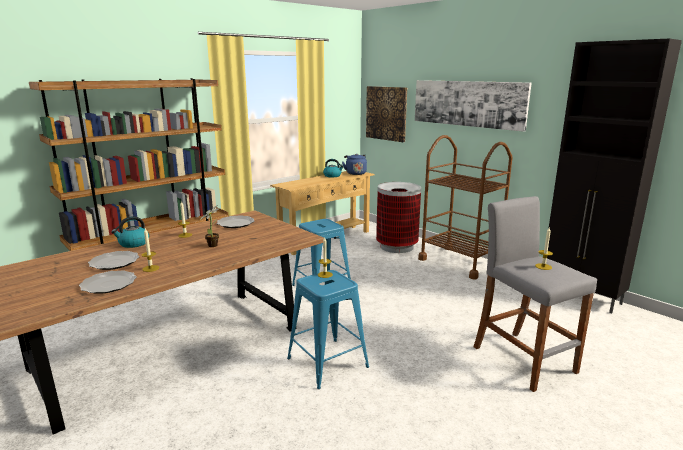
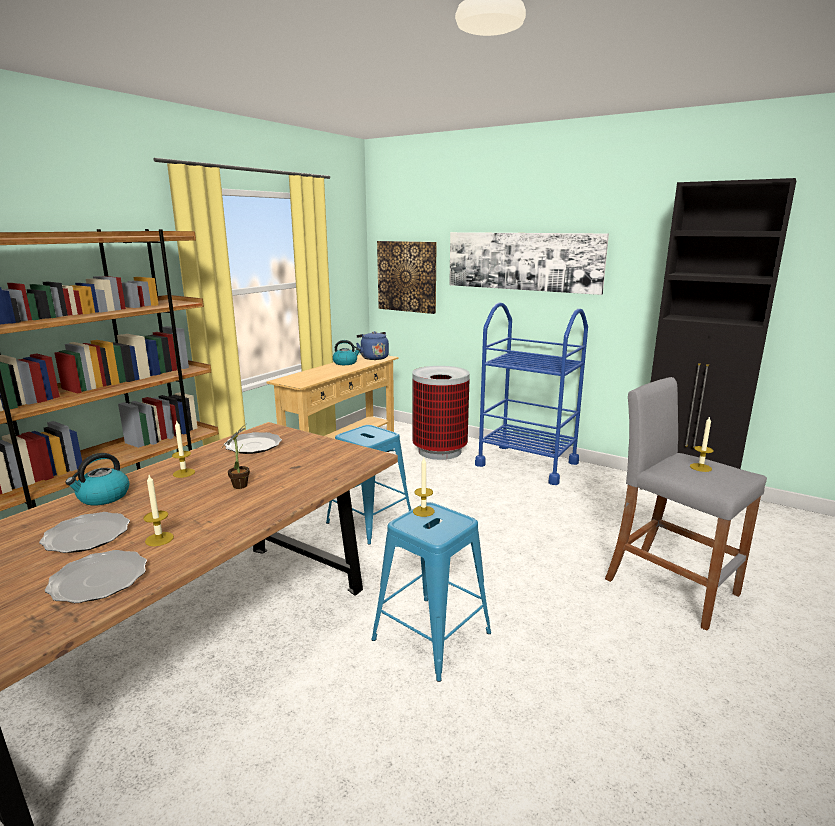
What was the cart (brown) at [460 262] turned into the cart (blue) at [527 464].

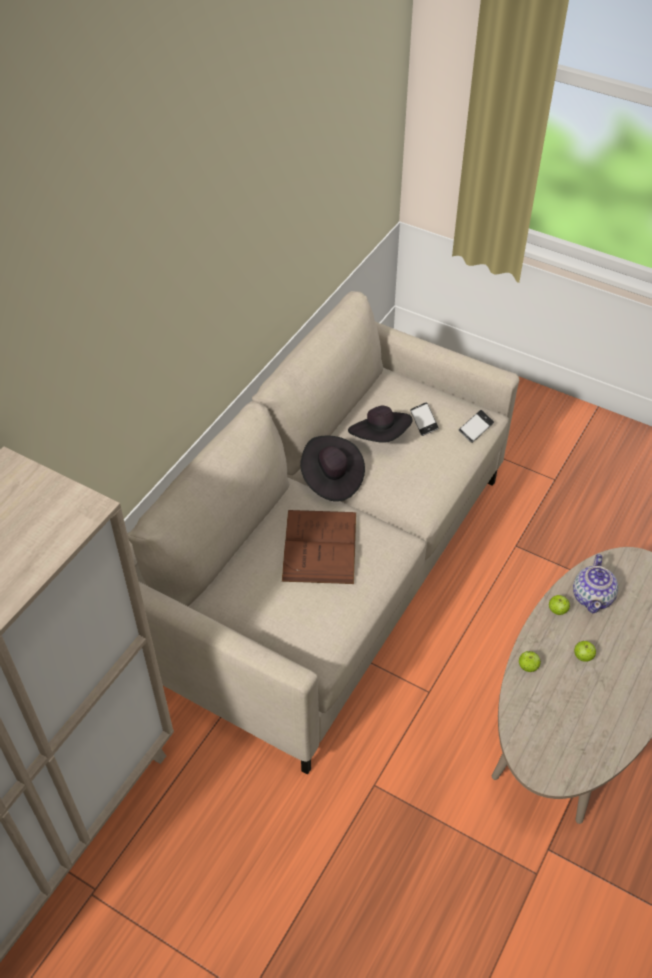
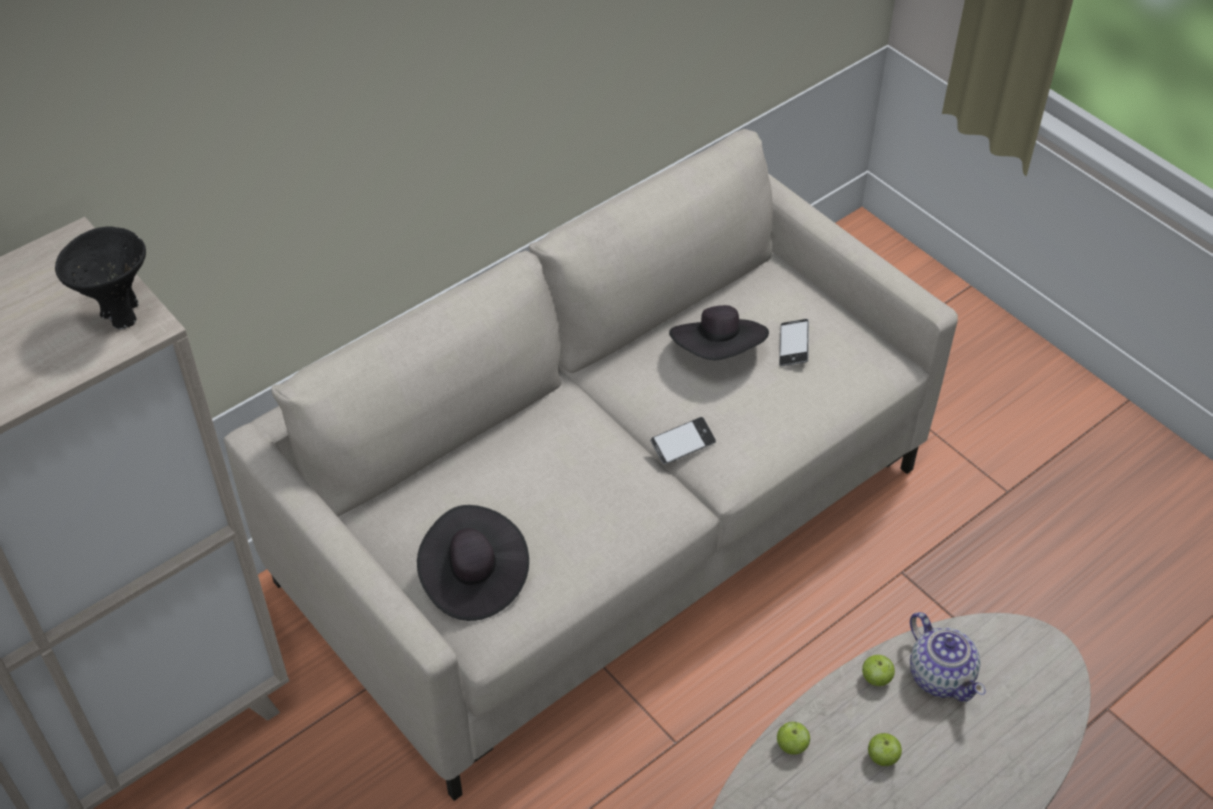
The second view lost the book (brown) at [320 546].
The second view gained the bowl (black) at [120 313].
The hat (black) ended up elsewhere, having gone from [331 479] to [473 578].
The phone ended up elsewhere, having gone from [475 428] to [682 444].
The teapot at [592 596] ended up facing another way, 60 degrees counterclockwise from before.

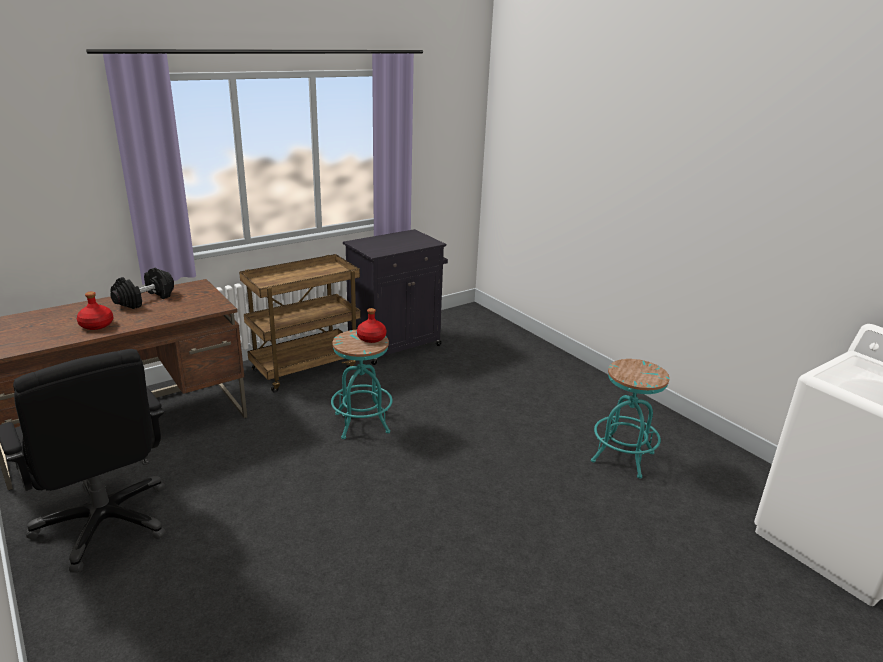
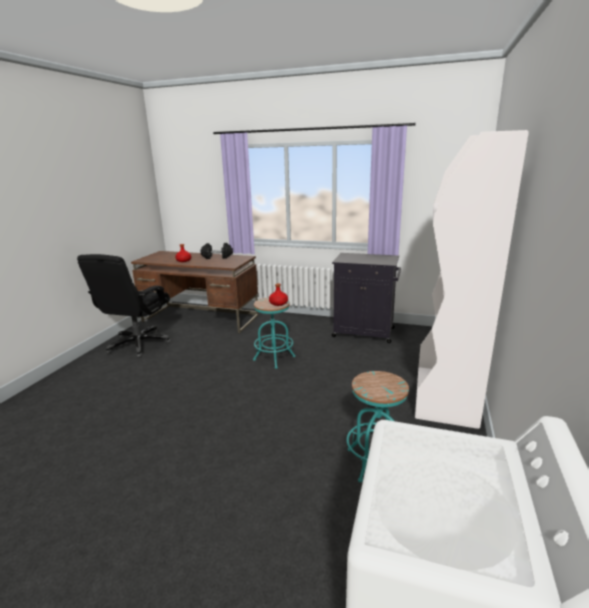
The second view lost the cart (brown) at [306 368].
The second view gained the bookcase (white) at [445 396].

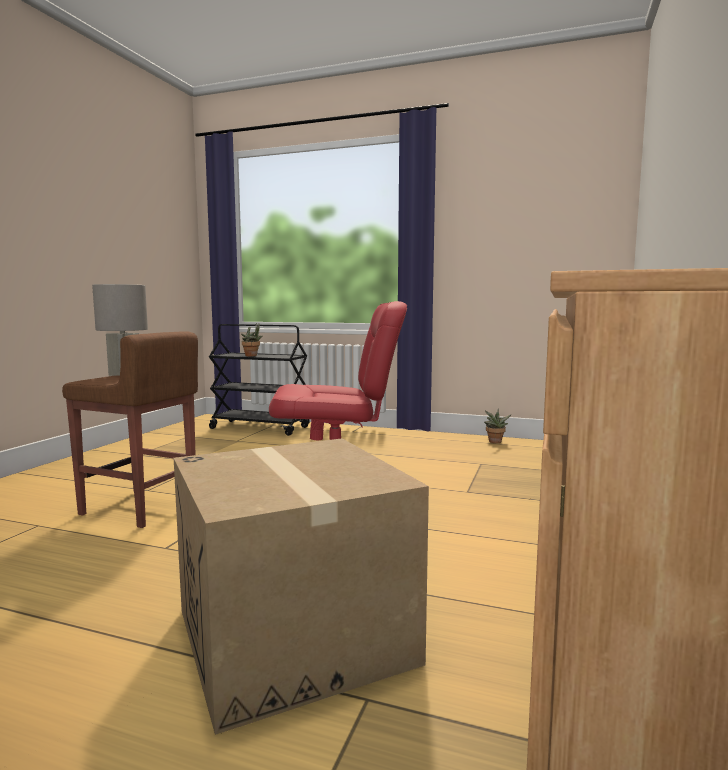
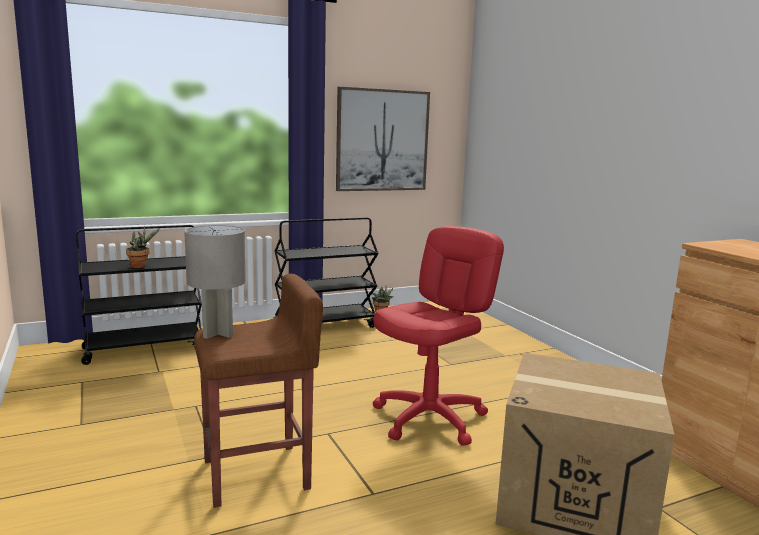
The second view gained the cart (black) at [325 326].
The second view gained the picture at [382 140].

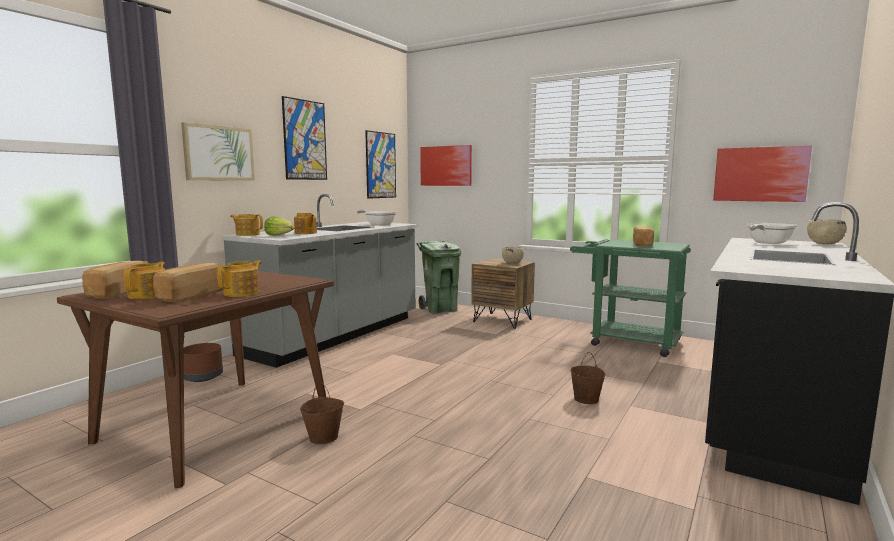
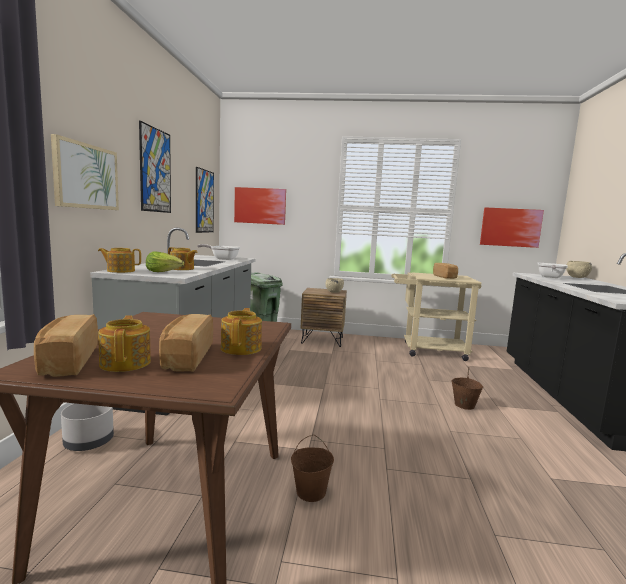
What was the planter (brown) at [203 377] turned into the planter (grey) at [89 442].
What was the cart (green) at [626 341] turned into the cart (beige) at [427 350].

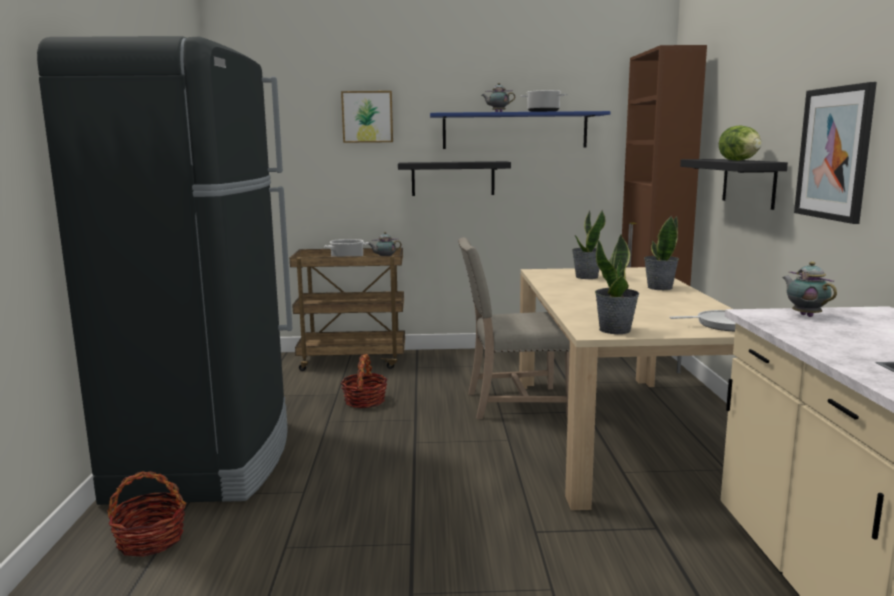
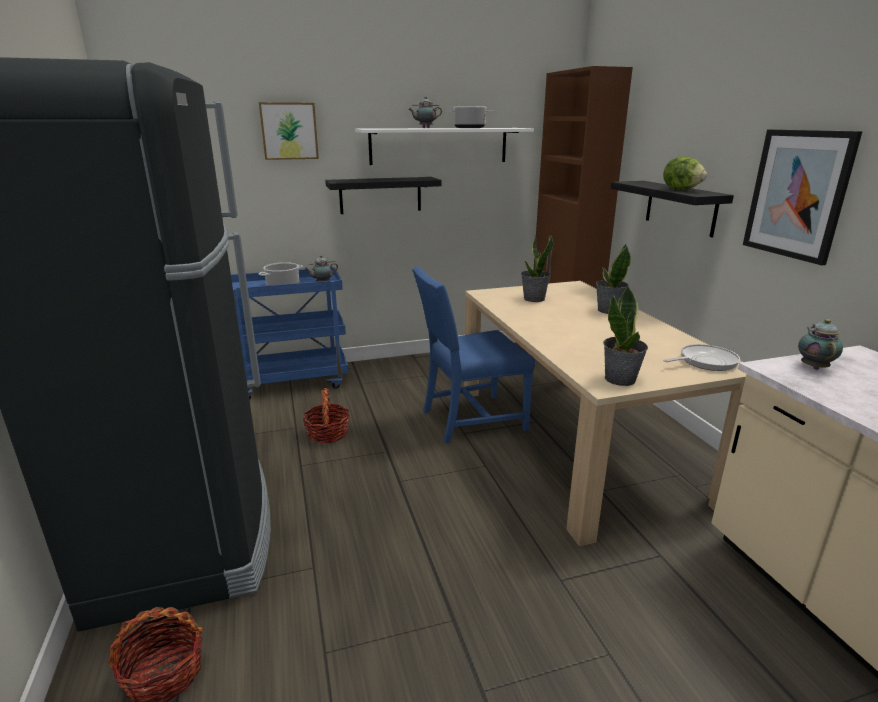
What was the cart (brown) at [353 361] turned into the cart (blue) at [295 382].
What was the shelf (blue) at [515 131] turned into the shelf (white) at [439 146].
What was the chair (beige) at [513 404] turned into the chair (blue) at [470 419].
The teapot at [805 315] ended up facing another way, 45 degrees clockwise from before.

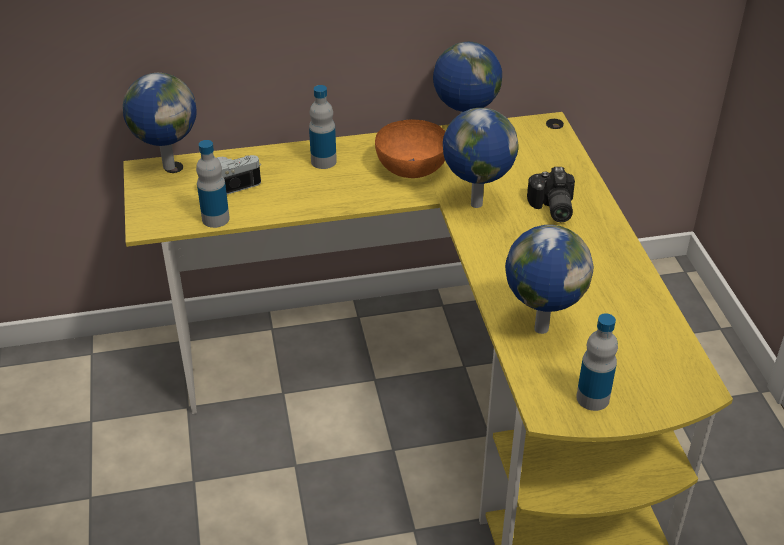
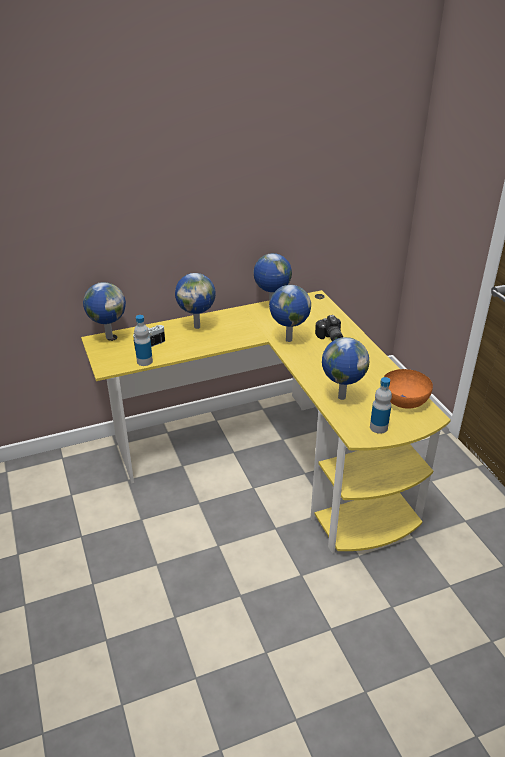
The bowl (orange) ended up elsewhere, having gone from [411 167] to [404 401].
Where the bottle stood at [323 161], the globe came to stand at [197 326].

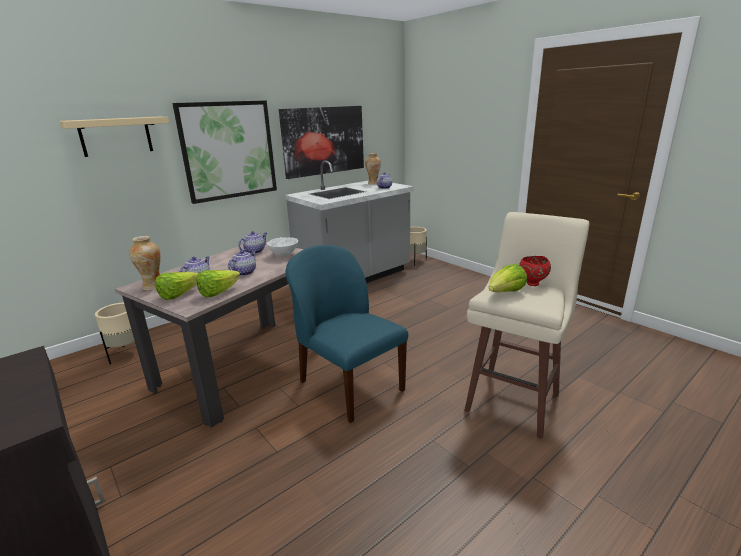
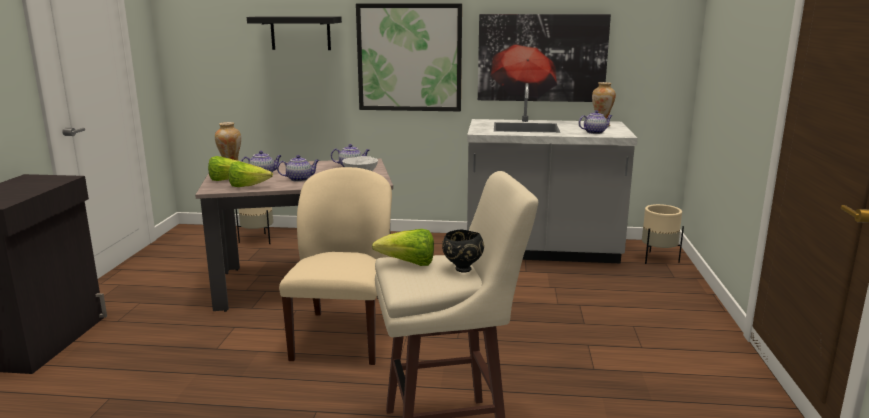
What was the shelf (beige) at [116 136] turned into the shelf (black) at [300 33].
What was the chair (blue) at [349 385] turned into the chair (beige) at [343 336].
What was the bowl (red) at [532 284] turned into the bowl (black) at [462 269].

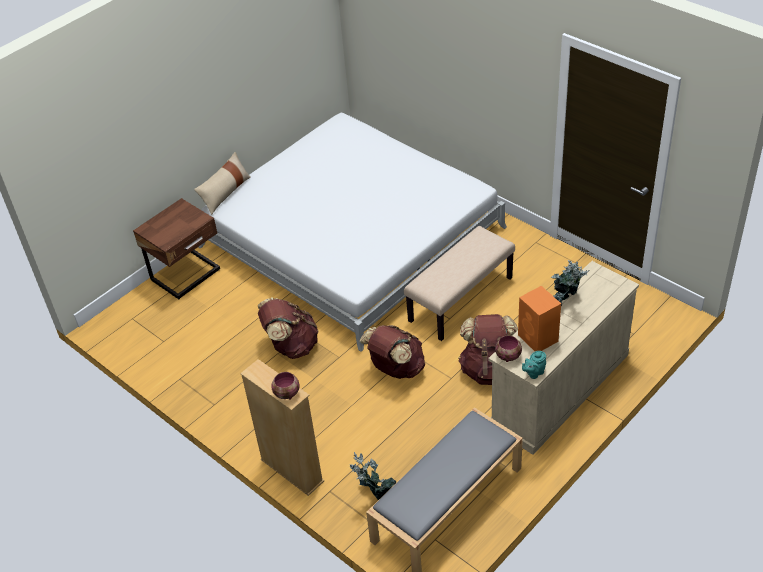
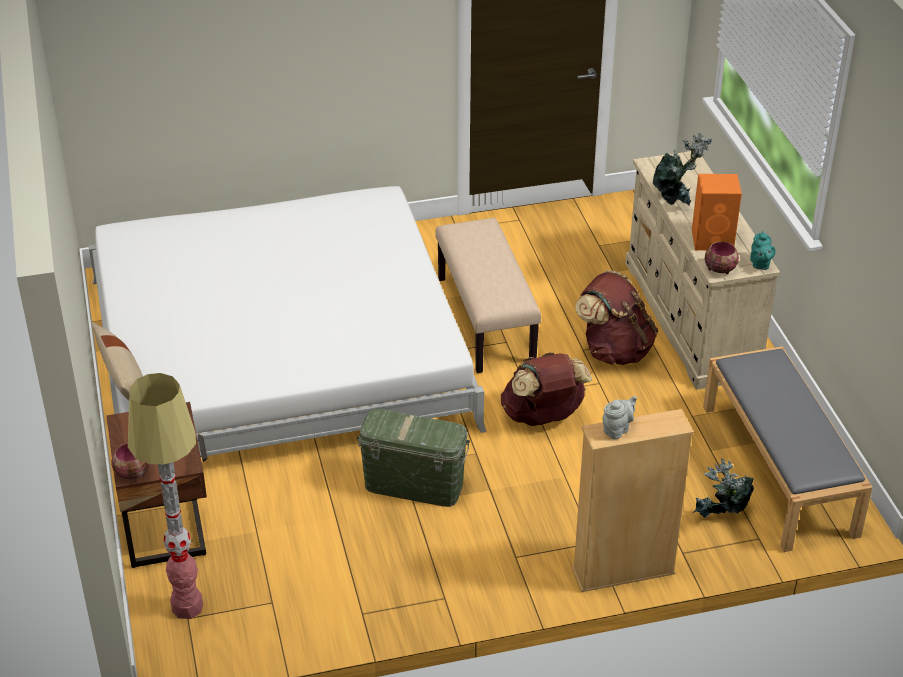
The second view gained the floor lamp at [187 607].
The second view gained the teapot (grey) at [617 429].
The bowl ended up elsewhere, having gone from [287 394] to [133 473].
Where the backpack (brown) stood at [291 346], the storage box (green) came to stand at [413 485].

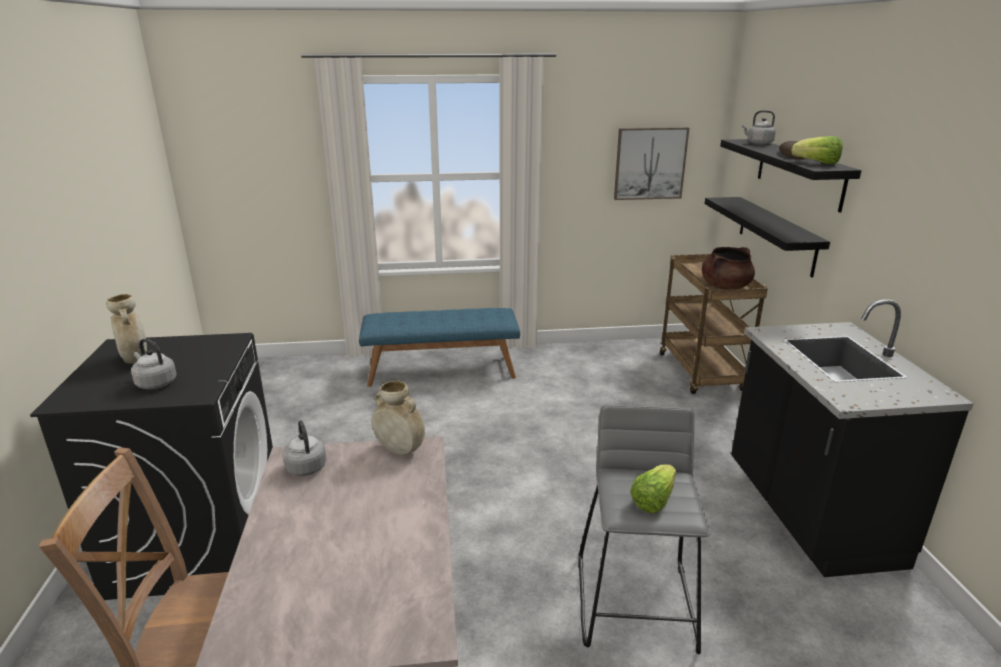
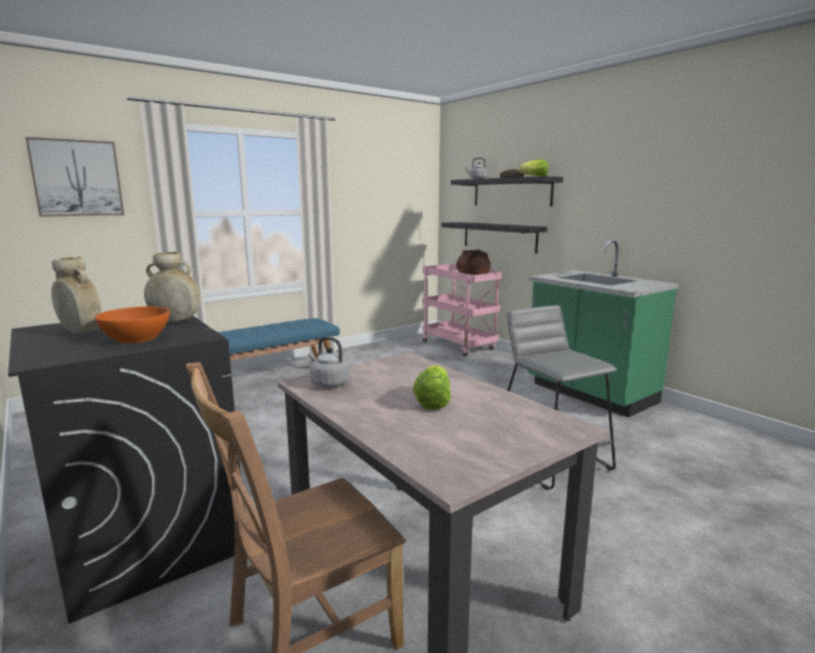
The vase (beige) ended up elsewhere, having gone from [400 450] to [176 321].
The picture ended up elsewhere, having gone from [650 163] to [77 178].
The lettuce ended up elsewhere, having gone from [653 500] to [433 401].
Where the kettle (grey) stood at [155 383], the bowl (orange) came to stand at [136 338].
What was the cart (brown) at [702 373] turned into the cart (pink) at [459 346].
What was the counter (black) at [808 515] turned into the counter (green) at [589 394].

